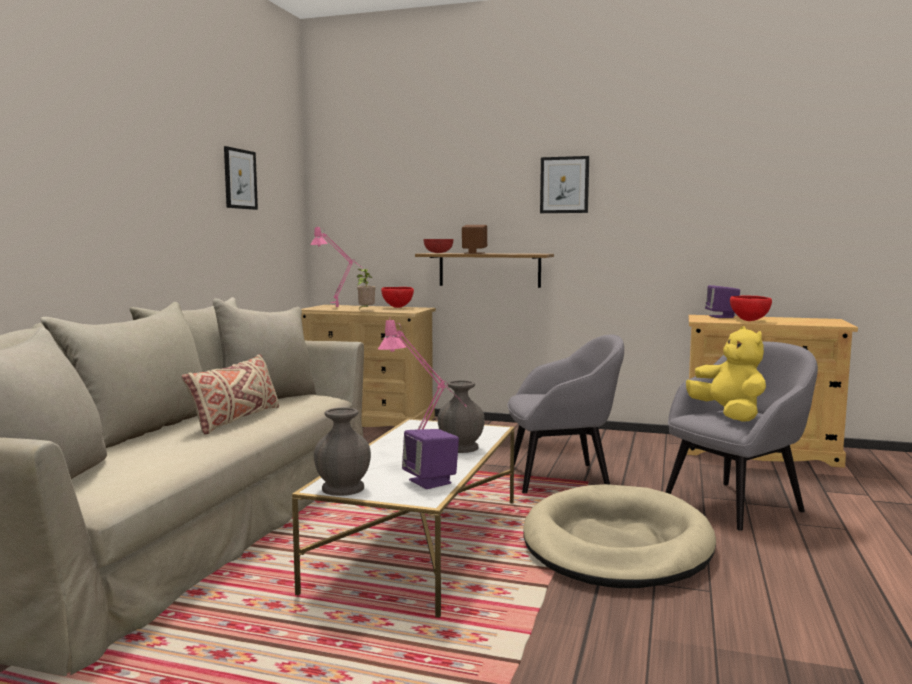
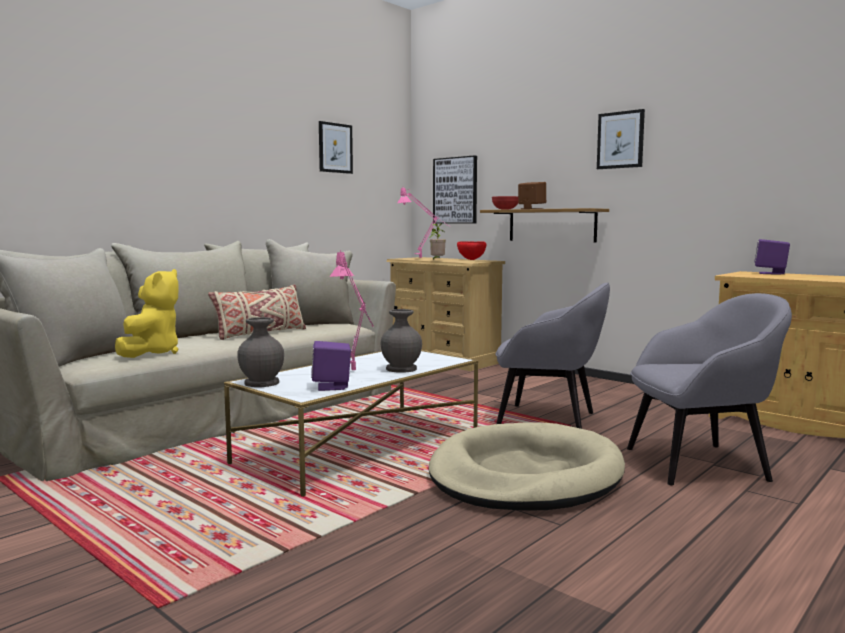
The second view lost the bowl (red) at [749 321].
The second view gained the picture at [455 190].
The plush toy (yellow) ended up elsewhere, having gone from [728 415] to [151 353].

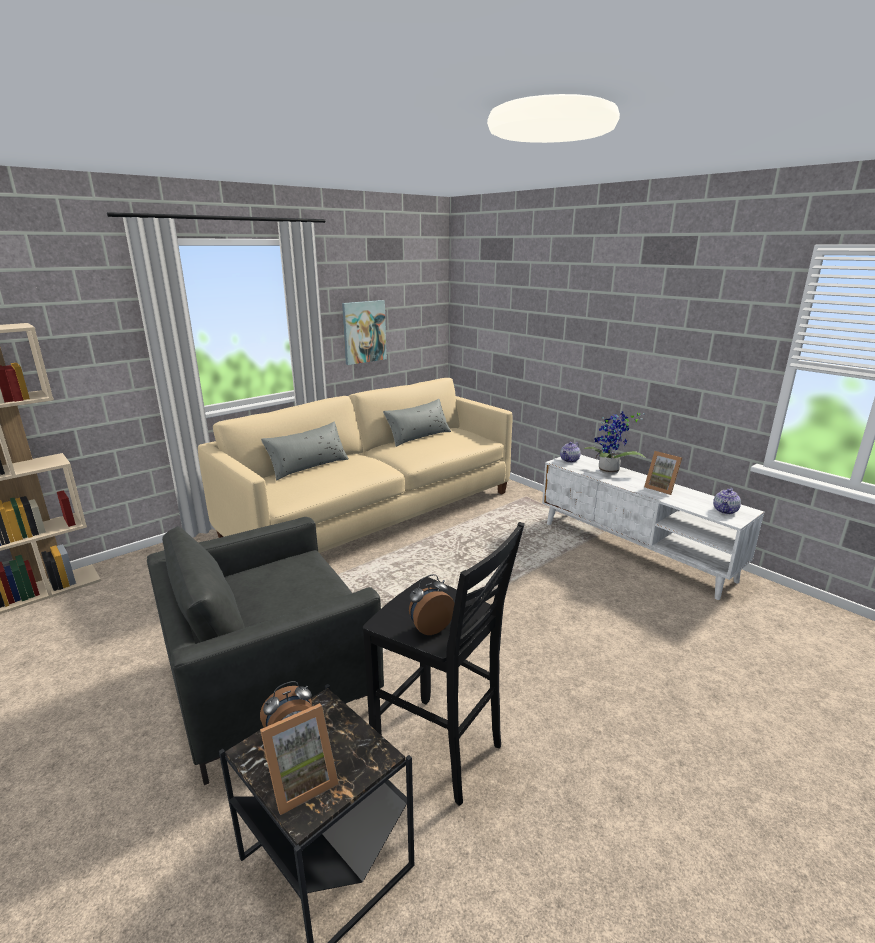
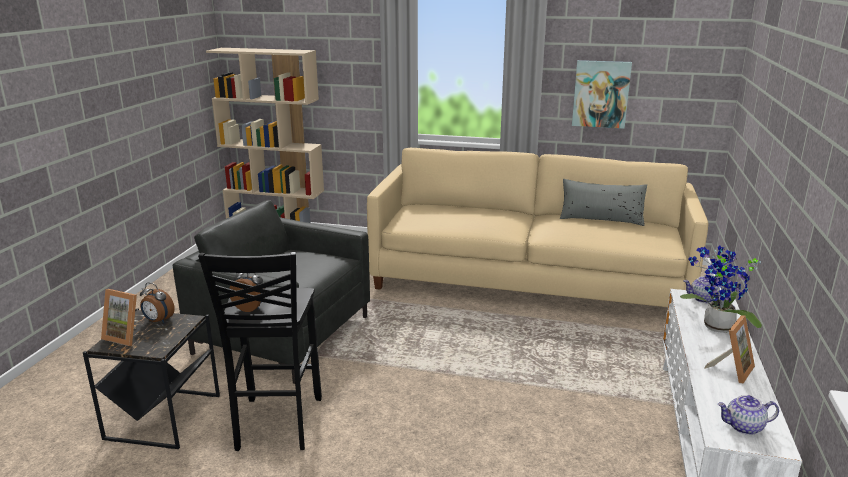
The second view lost the pillow (grey) at [308 466].
The picture frame at [661 488] ended up facing another way, 150 degrees counterclockwise from before.

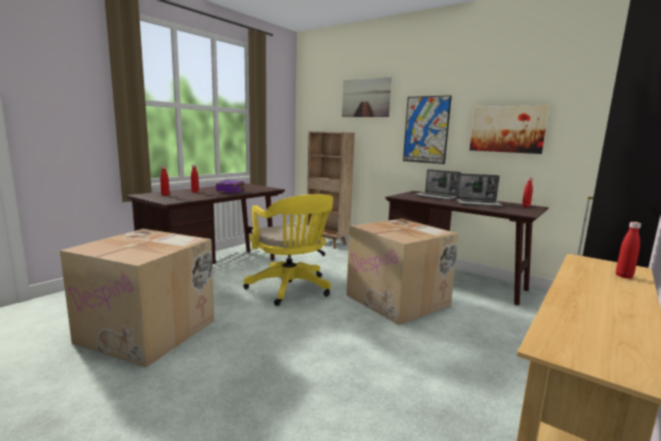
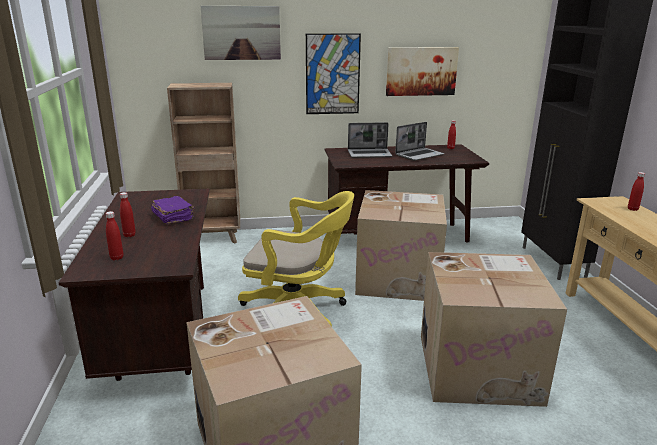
The second view gained the cardboard box at [479 367].

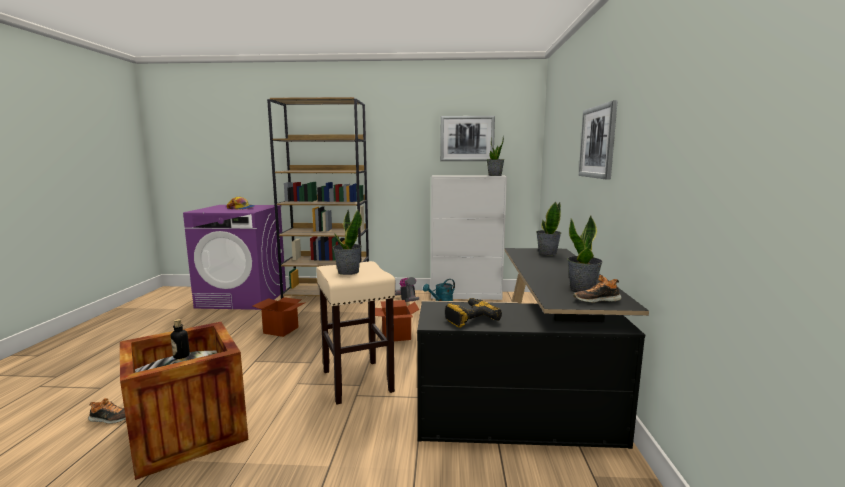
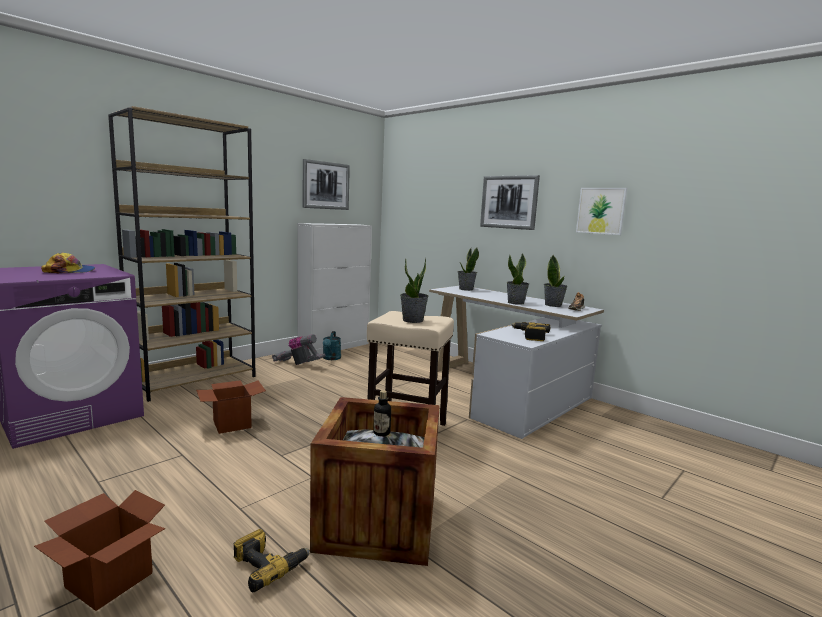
The second view gained the picture at [601 210].
The cardboard box ended up elsewhere, having gone from [396 336] to [109 580].
The potted plant ended up elsewhere, having gone from [495 175] to [516 303].
Where the shoe stood at [111 419], the power drill came to stand at [268 565].
What was the desk (black) at [531 391] turned into the desk (white) at [506 392].

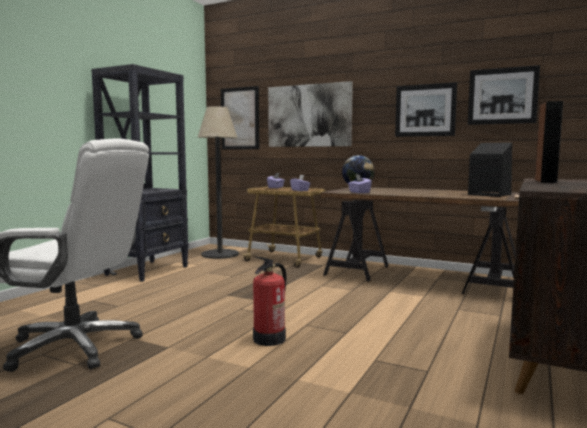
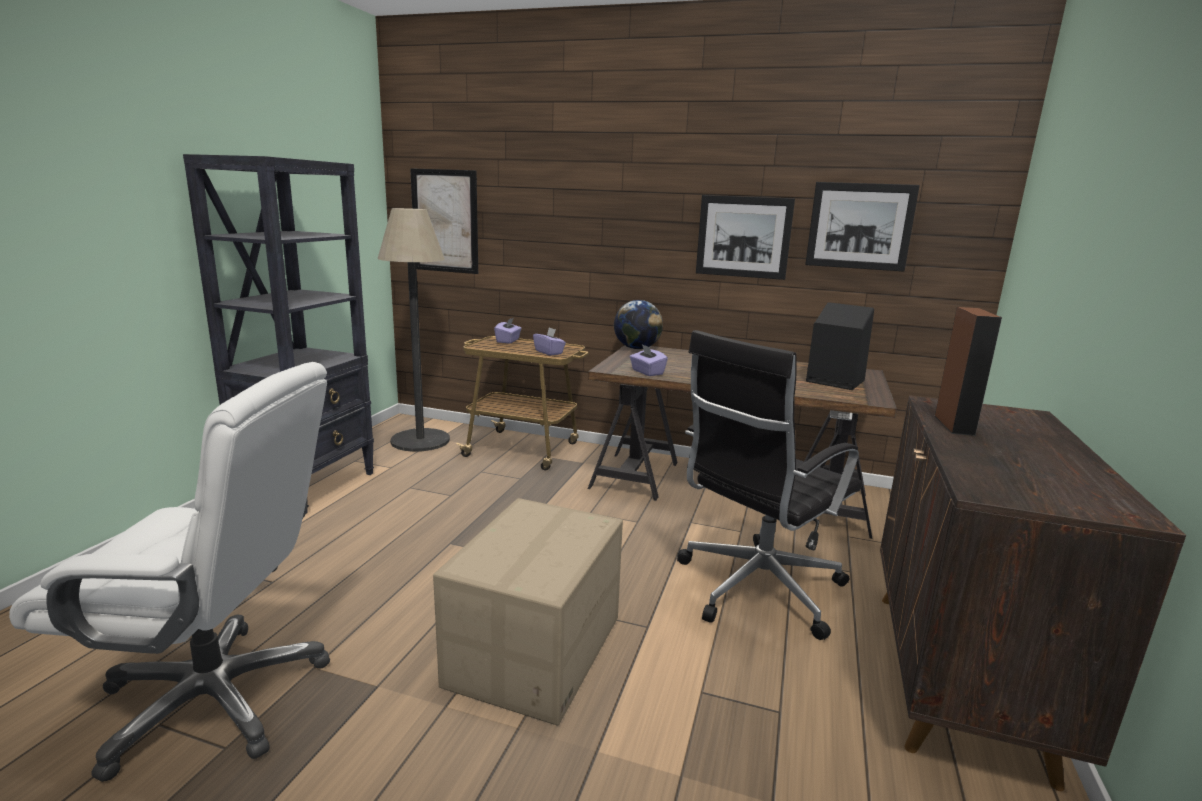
The second view lost the picture at [308 115].
The second view gained the office chair (black) at [755 589].
Where the fire extinguisher stood at [270 339], the cardboard box came to stand at [536 651].

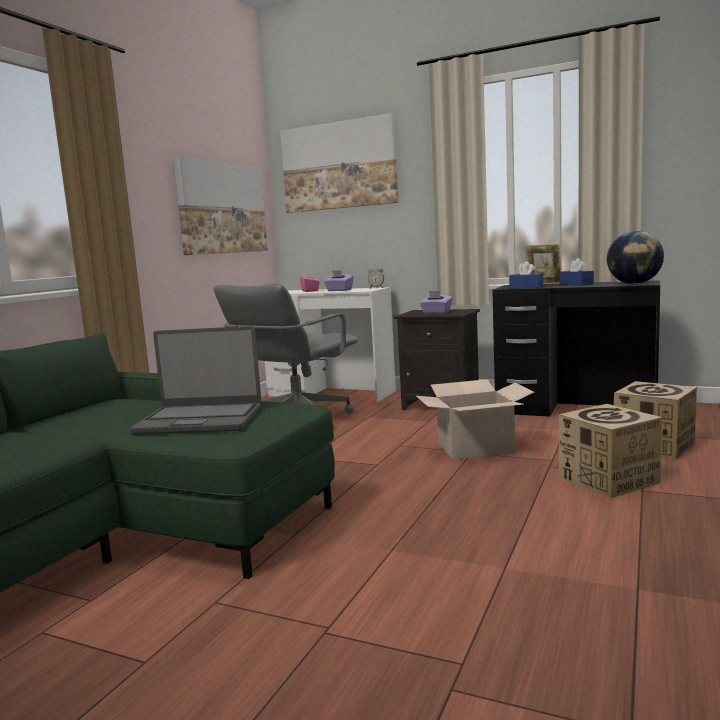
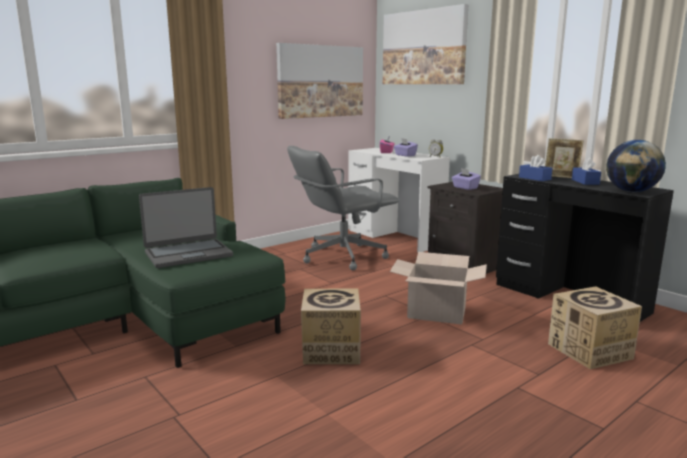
The cardboard box ended up elsewhere, having gone from [608 480] to [331 350].
The laptop at [200 420] ended up facing another way, 60 degrees counterclockwise from before.

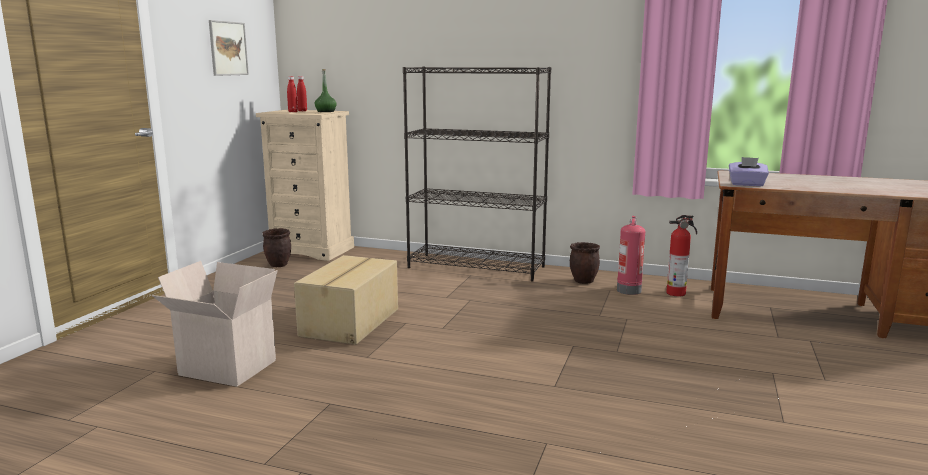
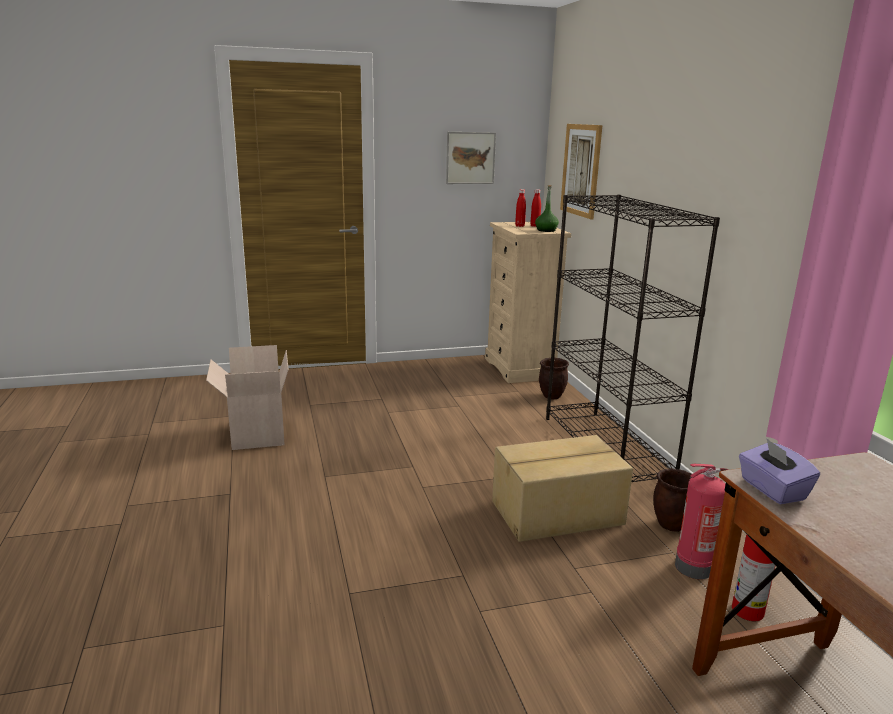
The second view gained the picture at [581 170].
The planter (brown) ended up elsewhere, having gone from [278 265] to [551 396].
The cardboard box ended up elsewhere, having gone from [351 322] to [558 514].

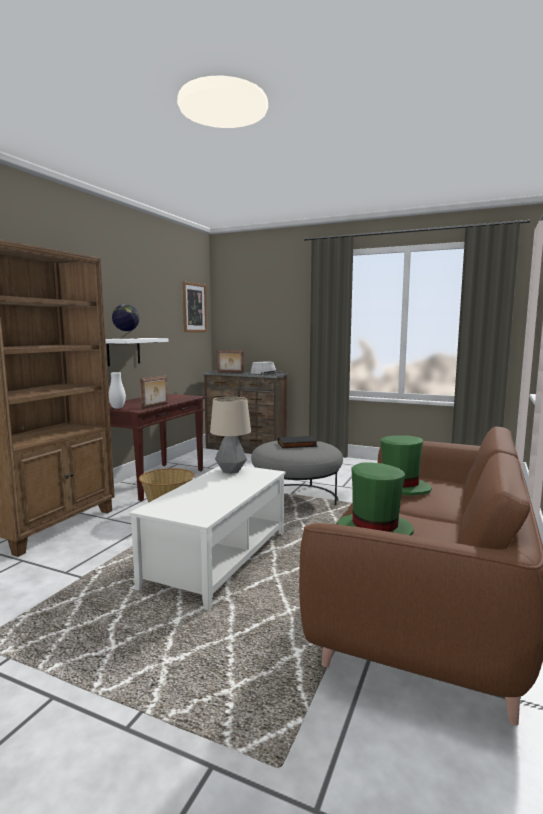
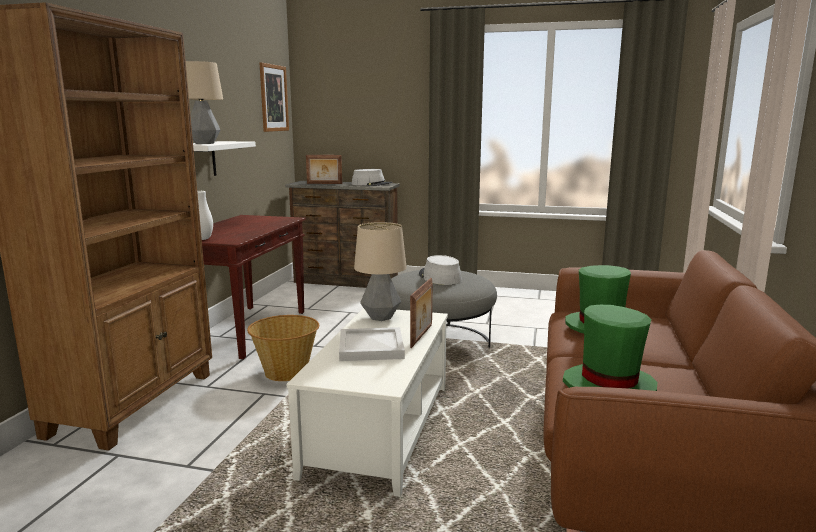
The second view gained the tray (white) at [372 347].
The picture frame ended up elsewhere, having gone from [155 406] to [422 336].
Where the globe stood at [126 338], the table lamp came to stand at [204 143].
Where the book (black) stood at [297 445], the hat (grey) came to stand at [439 277].

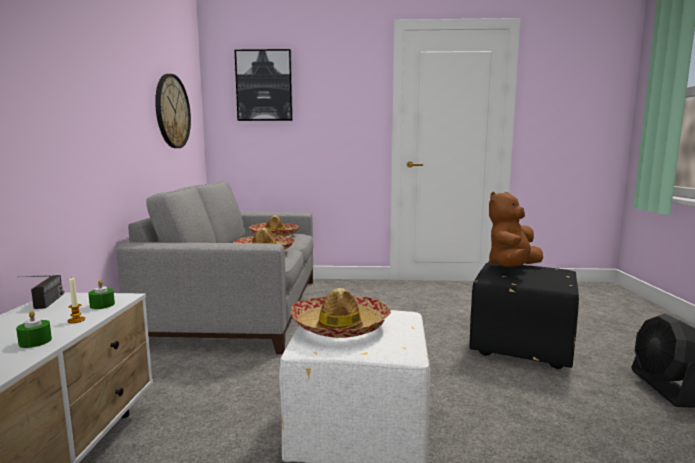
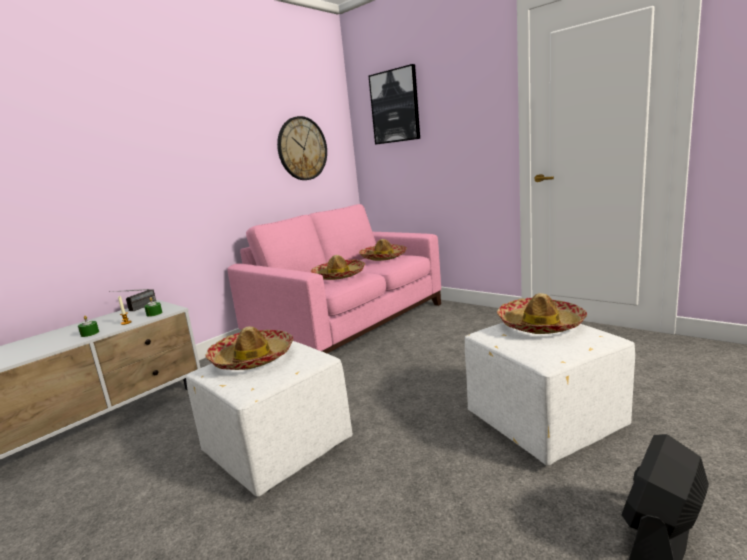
Where the plush toy (brown) stood at [512 267], the hat came to stand at [540 325].
What was the sofa (grey) at [241 309] turned into the sofa (pink) at [349 323].
What was the ottoman (black) at [520 347] turned into the ottoman (white) at [542 424].

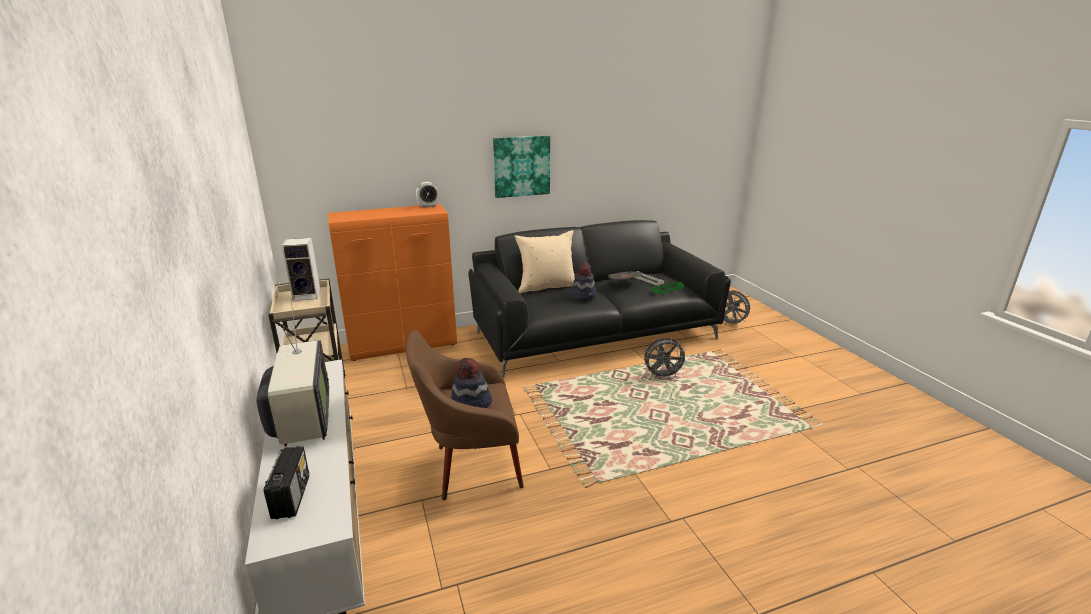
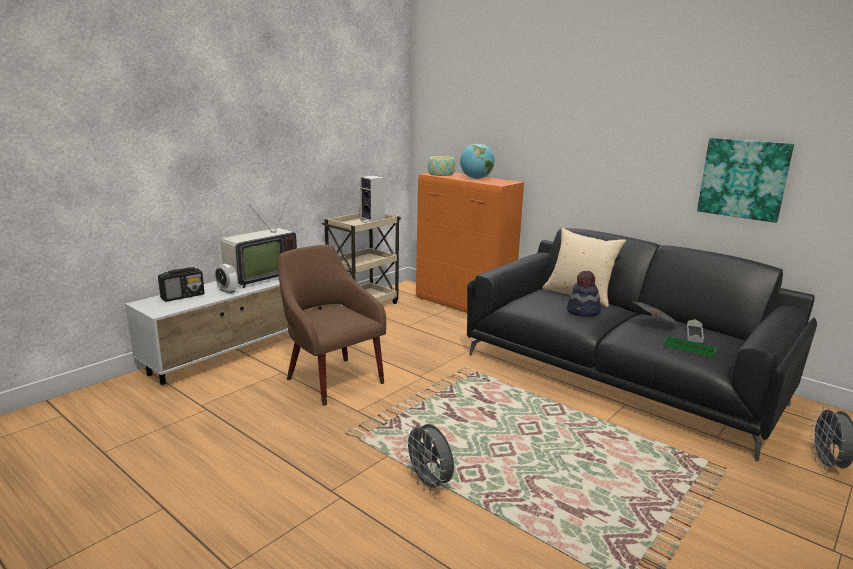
The second view lost the hat at [471 404].
The second view gained the bowl at [440 174].
The second view gained the globe at [476 178].
The alarm clock ended up elsewhere, having gone from [428 206] to [227 291].
The picture ended up elsewhere, having gone from [521 166] to [743 179].
The fan (grey) ended up elsewhere, having gone from [662 376] to [429 484].

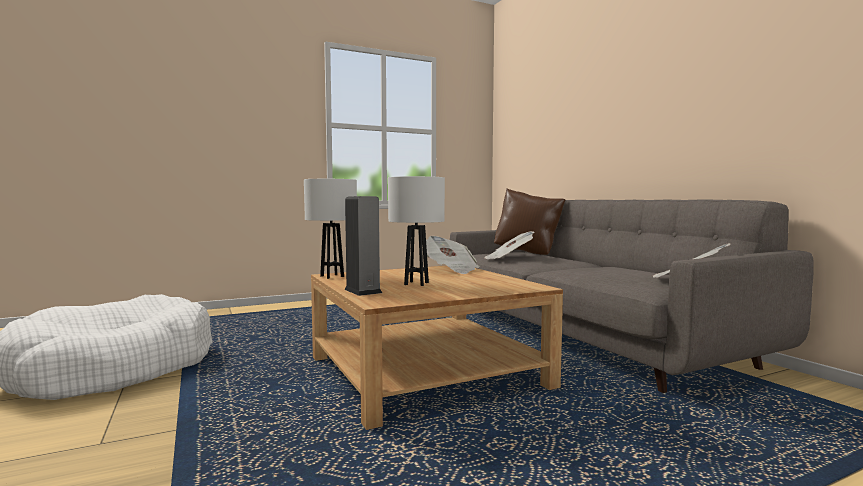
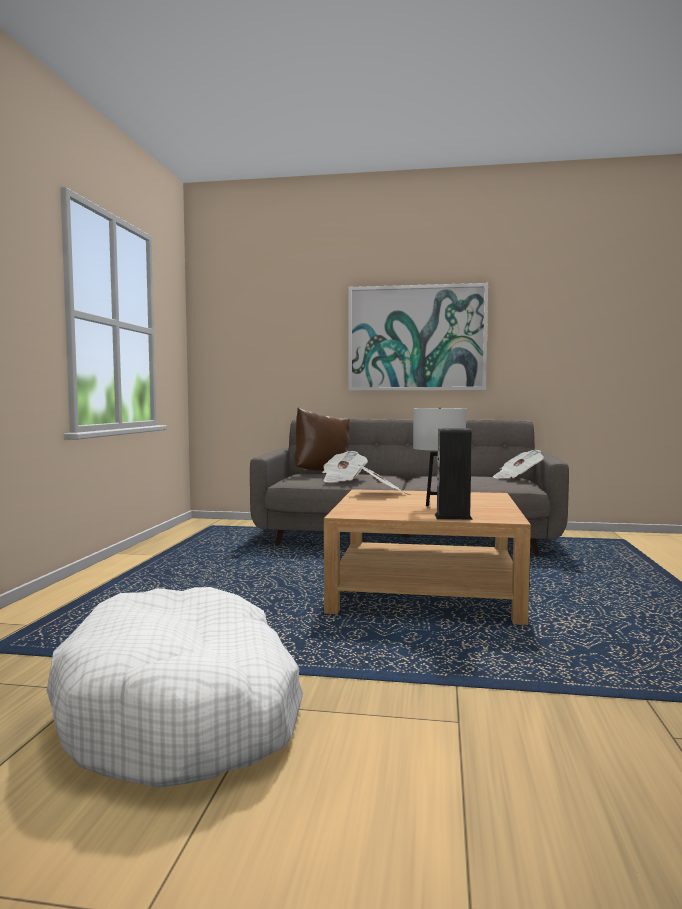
The second view lost the table lamp (white) at [332 276].
The second view gained the picture at [416 338].

